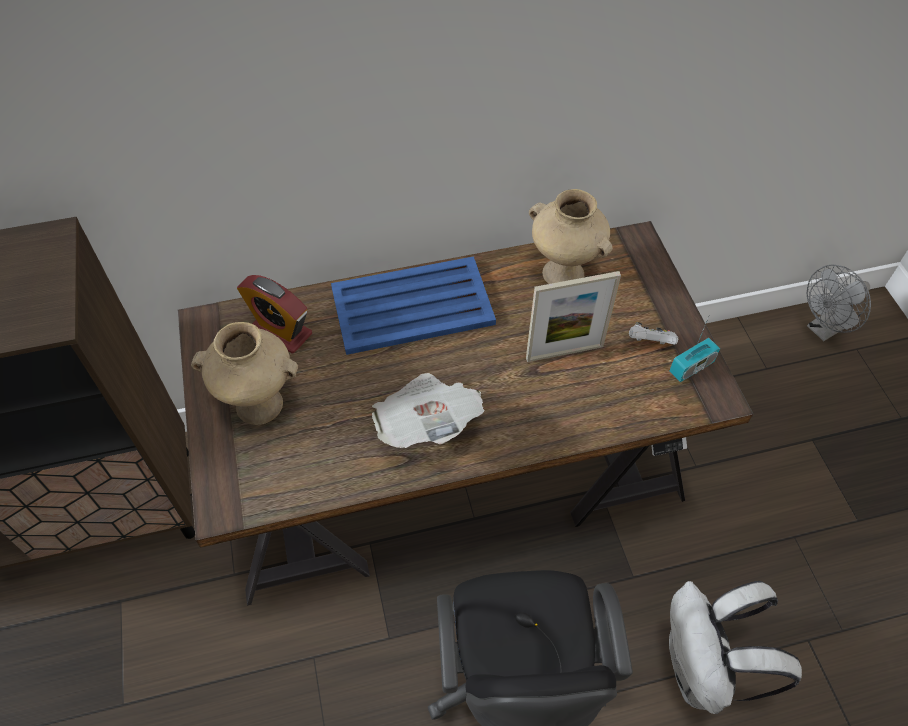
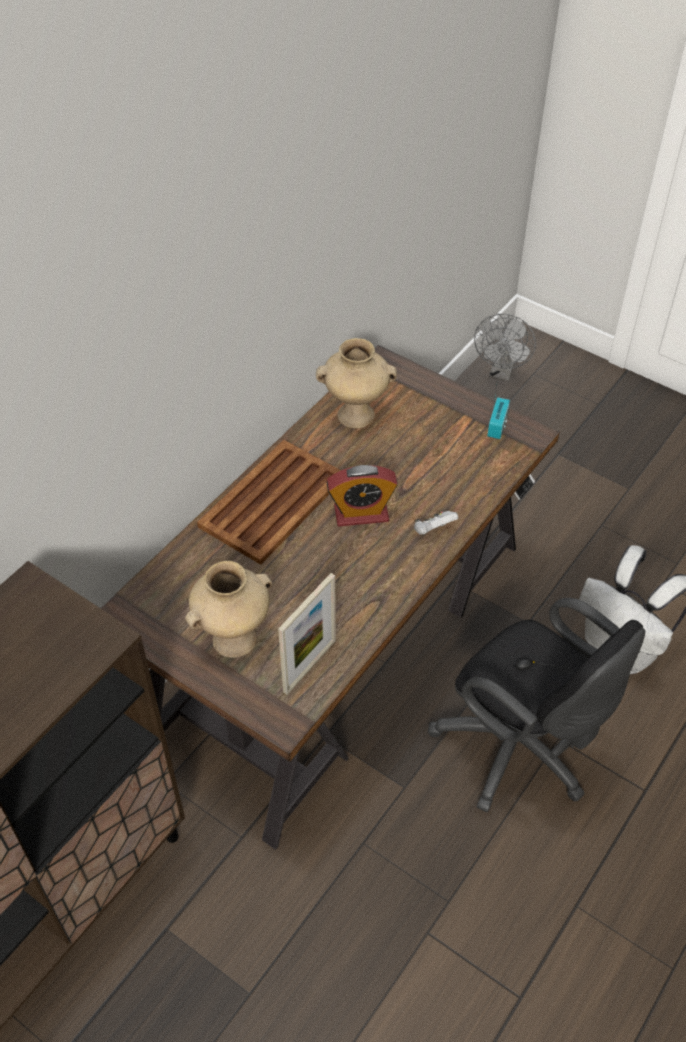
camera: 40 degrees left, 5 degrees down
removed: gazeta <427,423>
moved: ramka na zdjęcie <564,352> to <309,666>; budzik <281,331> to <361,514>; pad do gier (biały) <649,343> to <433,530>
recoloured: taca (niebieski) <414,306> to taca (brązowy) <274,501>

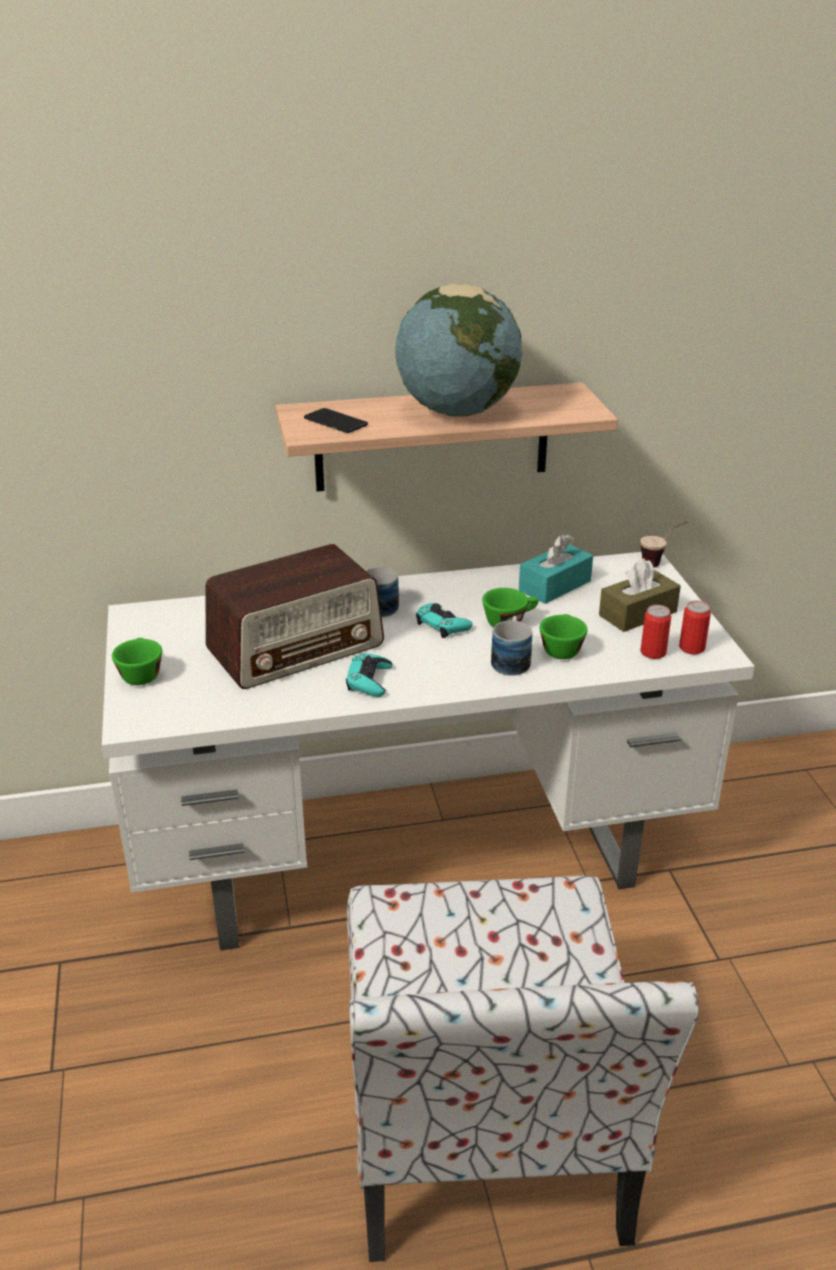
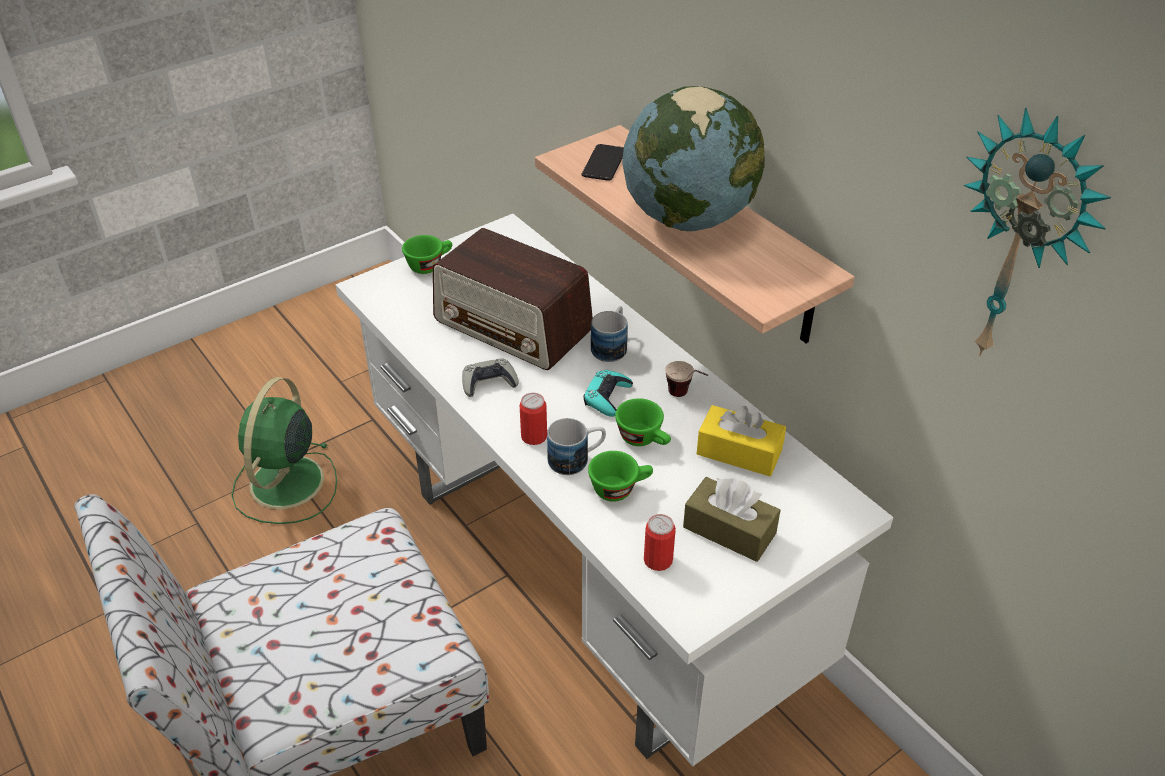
camera: 65 degrees right, 10 degrees up
added: wentylator (zielony) <285,484>; zegar ścienny <1023,241>
moved: puszka <692,648> to <534,436>; filiżanka <660,562> to <686,397>
recoloured: pad do gier (turkusowy) <369,681> to pad do gier (szary) <489,382>; pudełko chusteczek (turkusowy) <554,585> to pudełko chusteczek (żółty) <739,452>

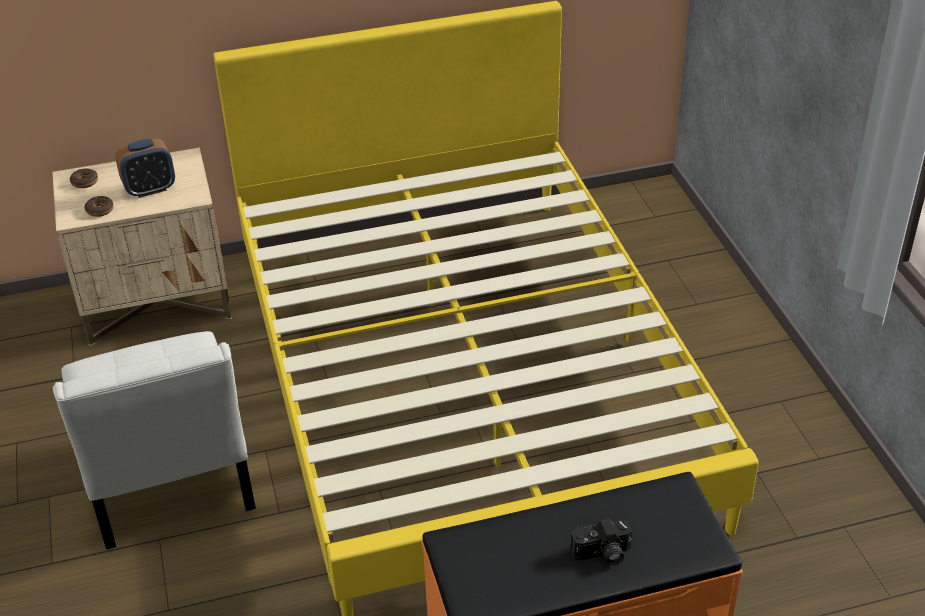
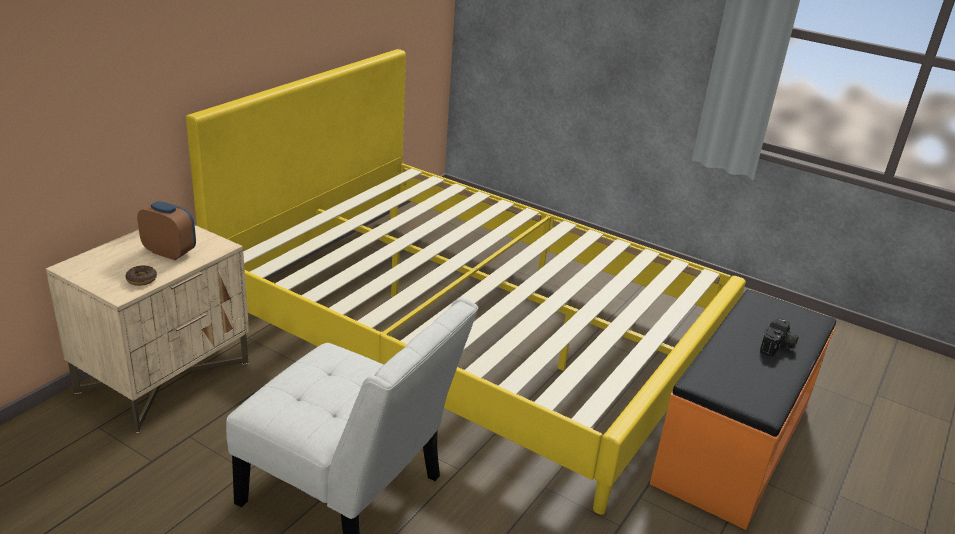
camera: 45 degrees left, 10 degrees down
removed: donut <84,182>
turned: budzik <150,189> = <170,252> 90 degrees counterclockwise

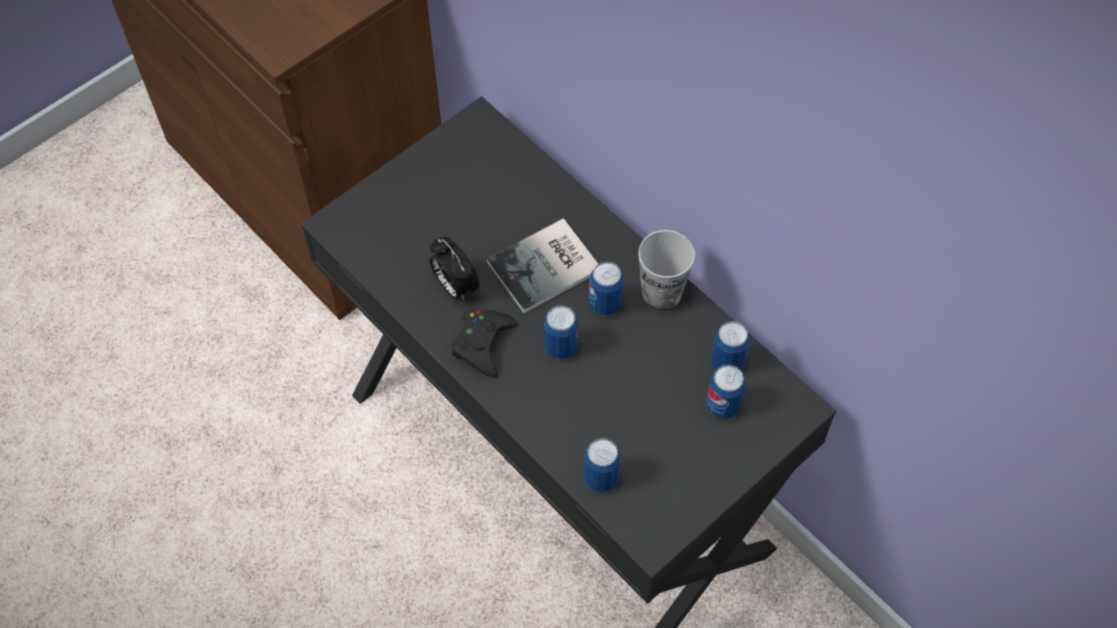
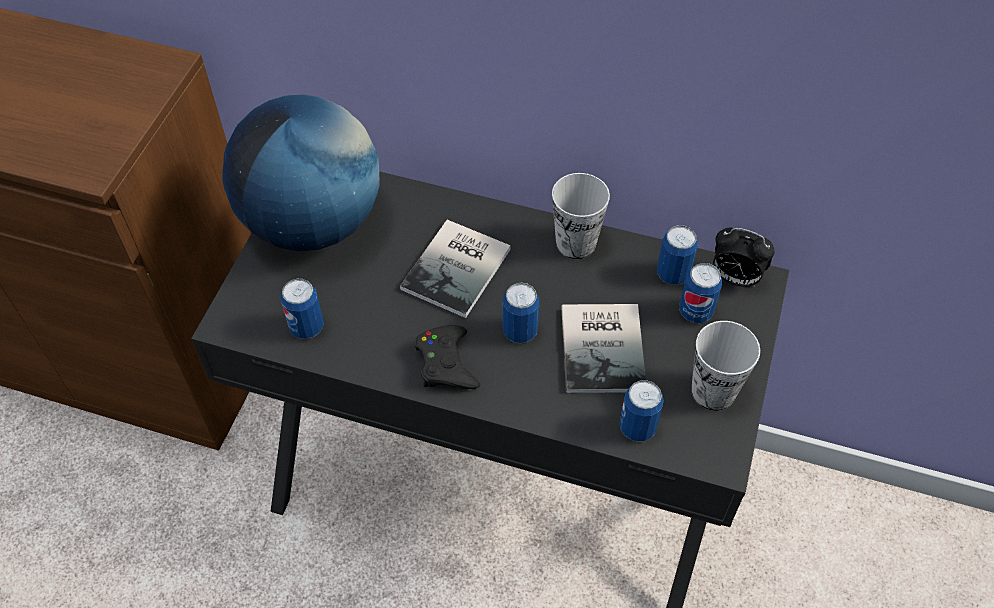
camera: 30 degrees left, 5 degrees down
added: globus <313,223>; książka <605,346>; filiżanka <713,391>
moved: puszka <605,304> to <307,327>; budzik <455,286> to <734,278>

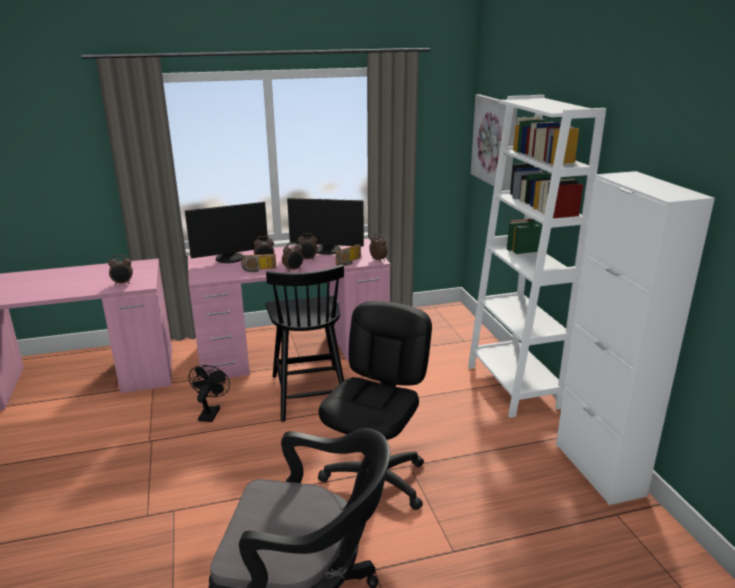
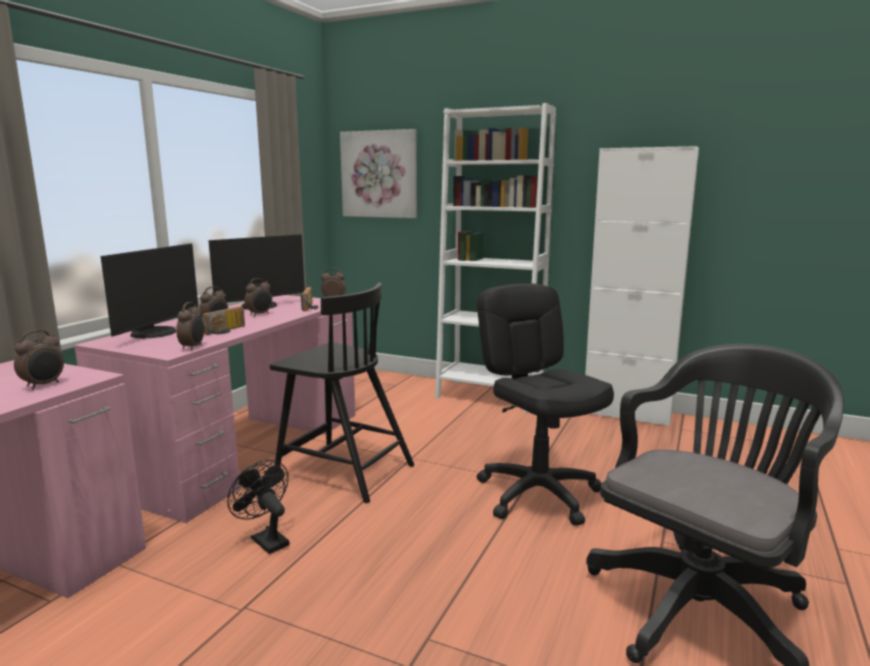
camera: 50 degrees left, 10 degrees down
moved: budzik <293,270> to <193,347>

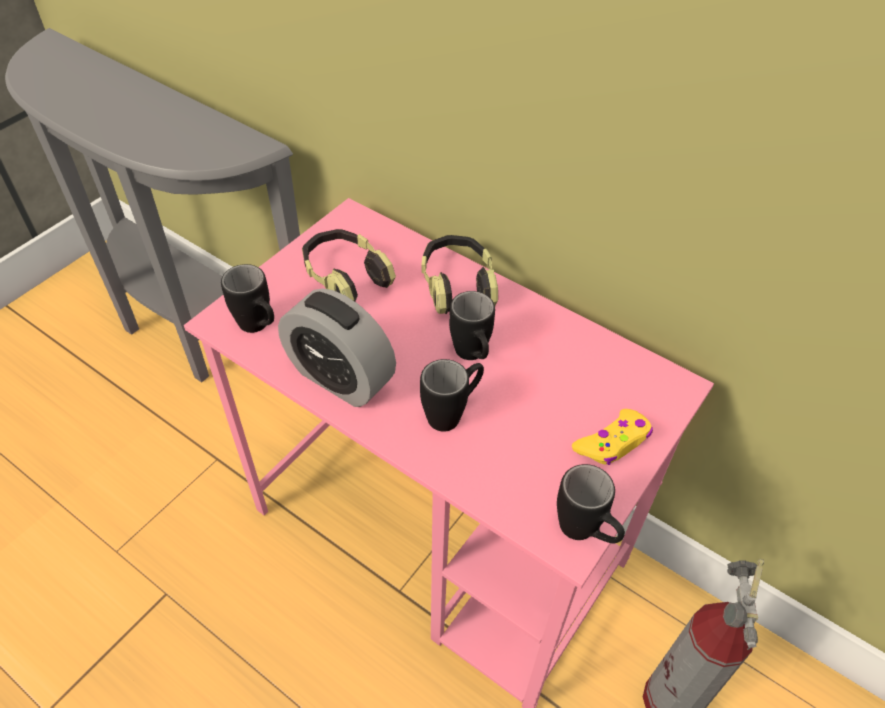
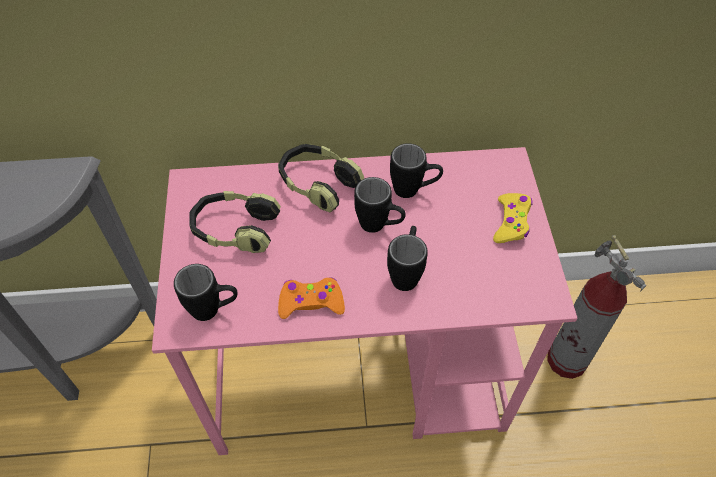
camera: 40 degrees left, 5 degrees up
moved: kubek (czarny) <585,533> to <414,190>
replaced: budzik <340,377> to pad do gier (pomarańczowy) <311,302>

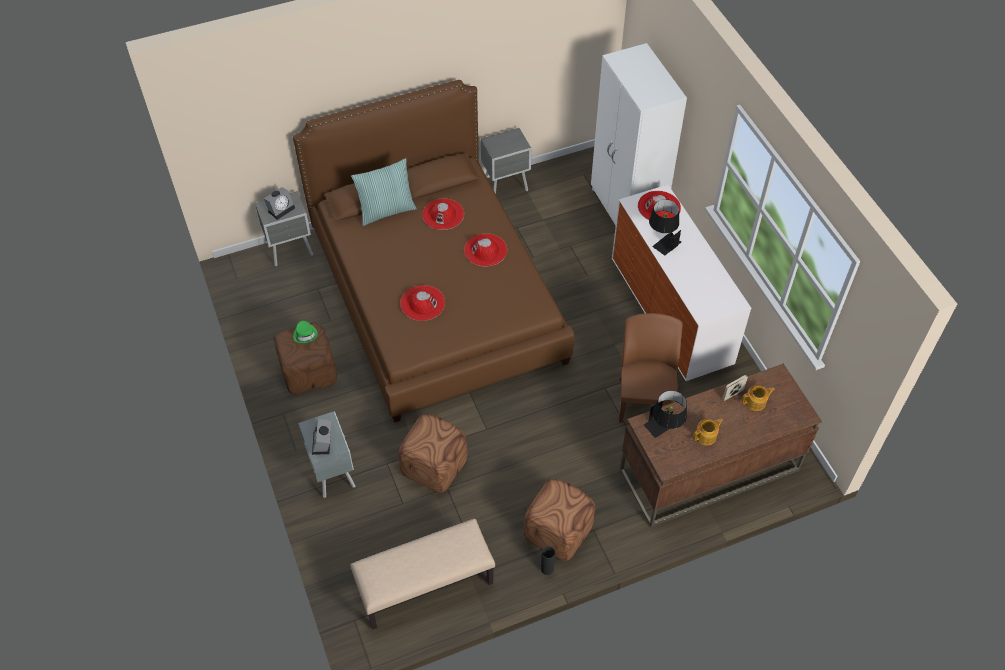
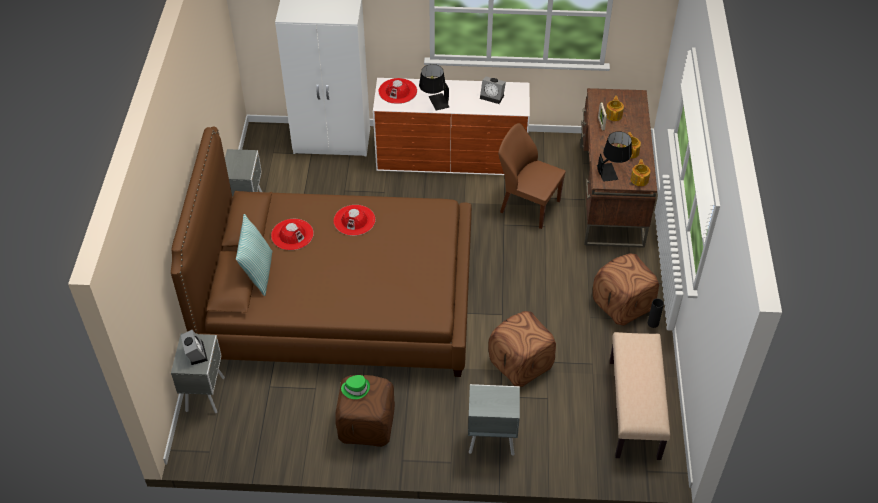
camera: 65 degrees left, 5 degrees down
removed: kapelusz (czerwony) <422,303>
added: imbryk <639,179>
moved: budzik <323,443> to <493,96>

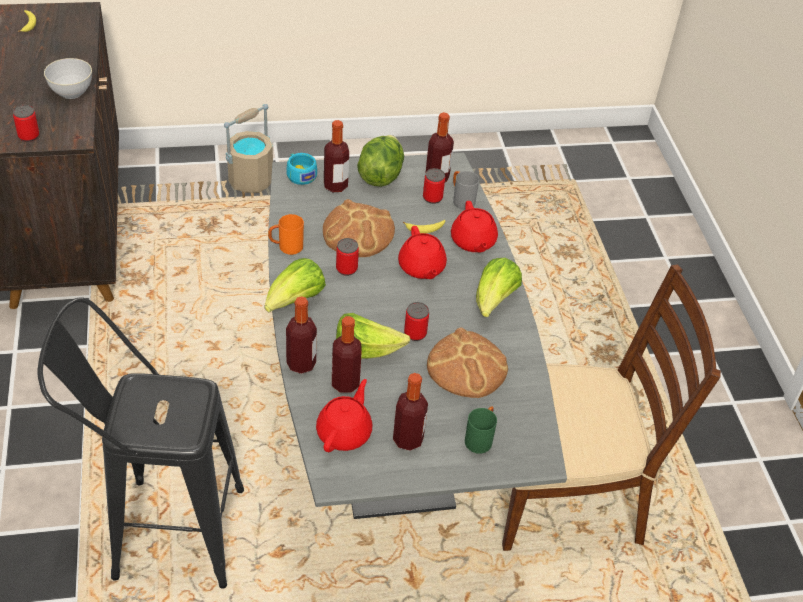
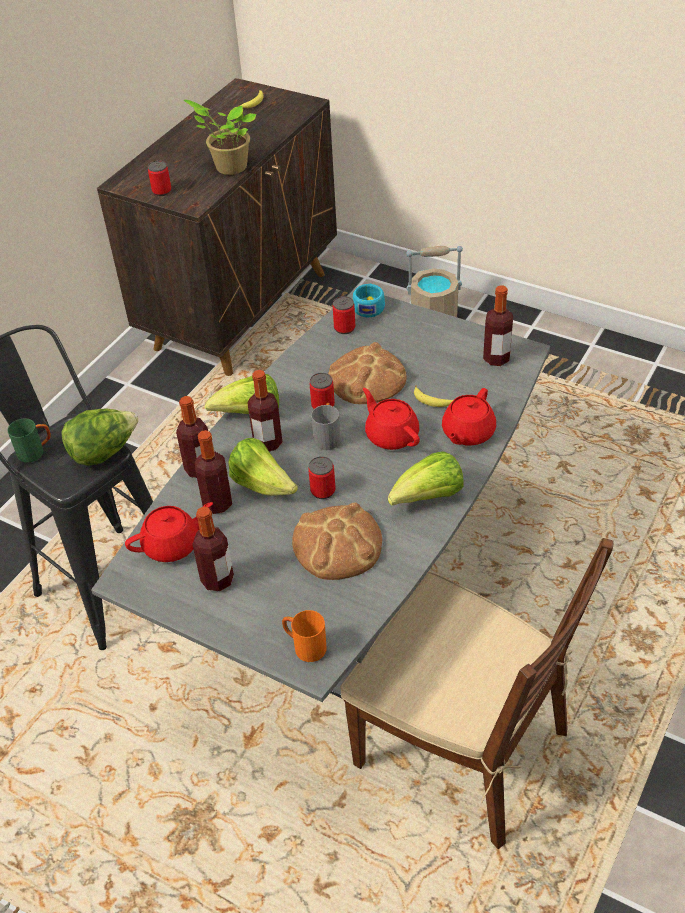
camera: 45 degrees right, 0 degrees up
moved: kubek (zielony) <480,438> to <36,451>; sałata <380,175> to <104,452>; butelka <335,185> to <267,443>; kubek (pomarańczowy) <286,247> to <304,647>; kubek (szary) <461,199> to <327,437>; puszka <432,197> to <344,328>
replaced: miska (szary) <71,92> to roślina doniczkowa <228,167>
turned: imbryk (czerwony) <421,268> = <391,435> 120 degrees clockwise

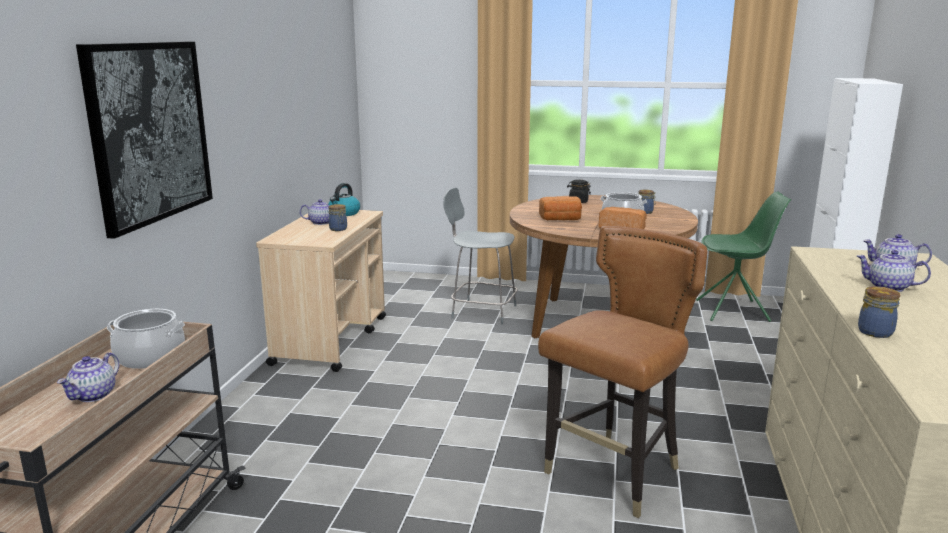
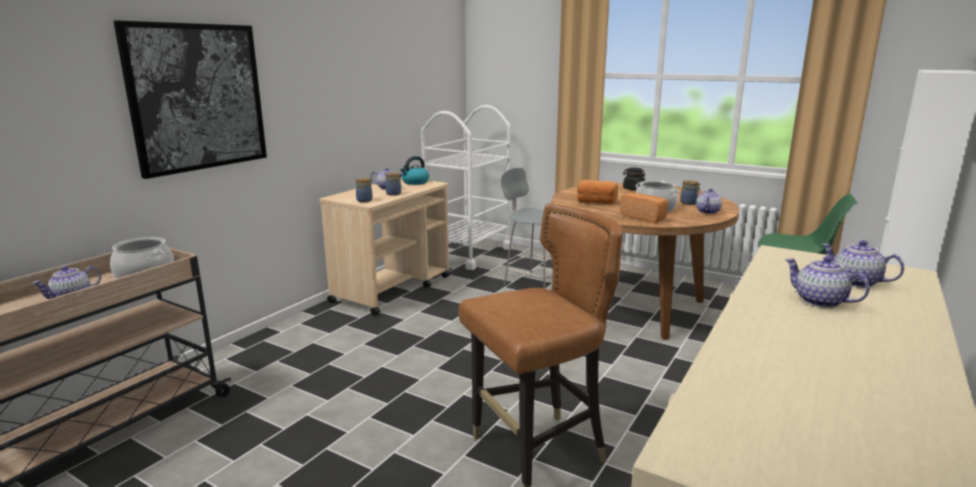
camera: 20 degrees right, 0 degrees up
added: wózek (biały) <468,253>; imbryk <707,212>
moved: słoik <874,331> to <365,200>

